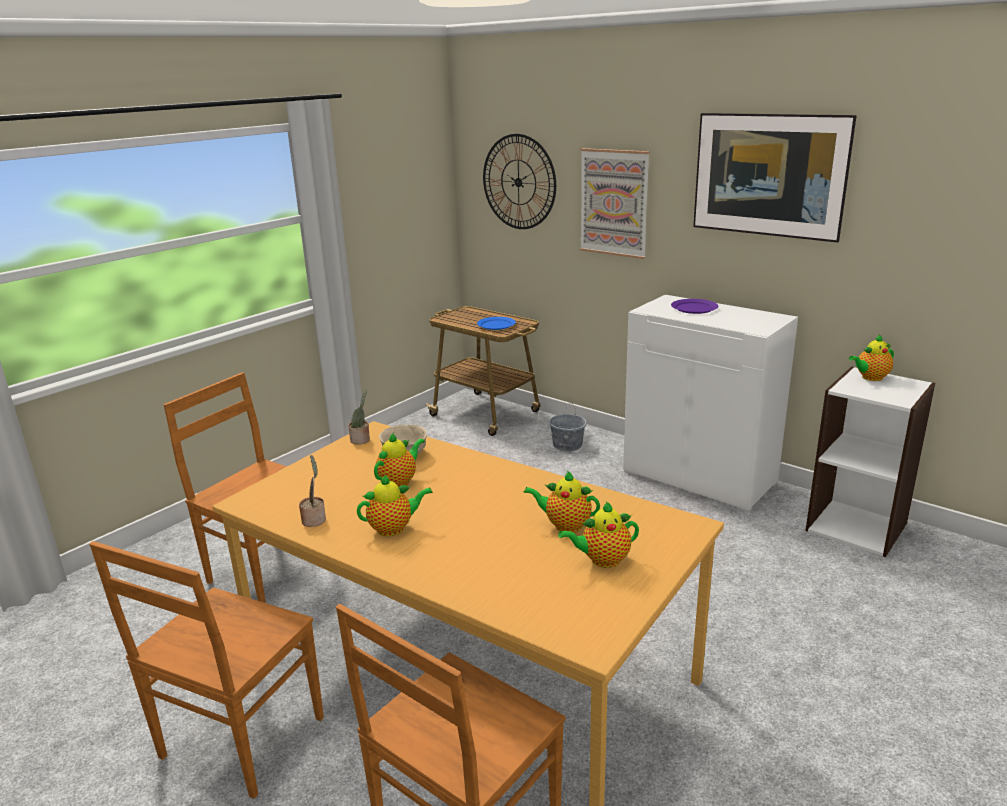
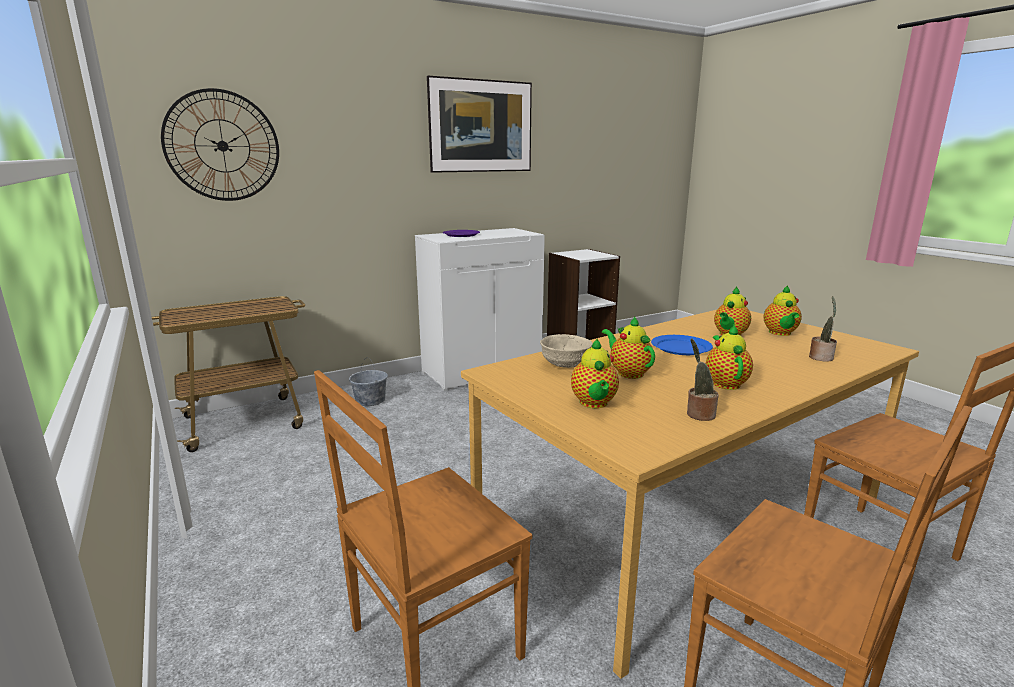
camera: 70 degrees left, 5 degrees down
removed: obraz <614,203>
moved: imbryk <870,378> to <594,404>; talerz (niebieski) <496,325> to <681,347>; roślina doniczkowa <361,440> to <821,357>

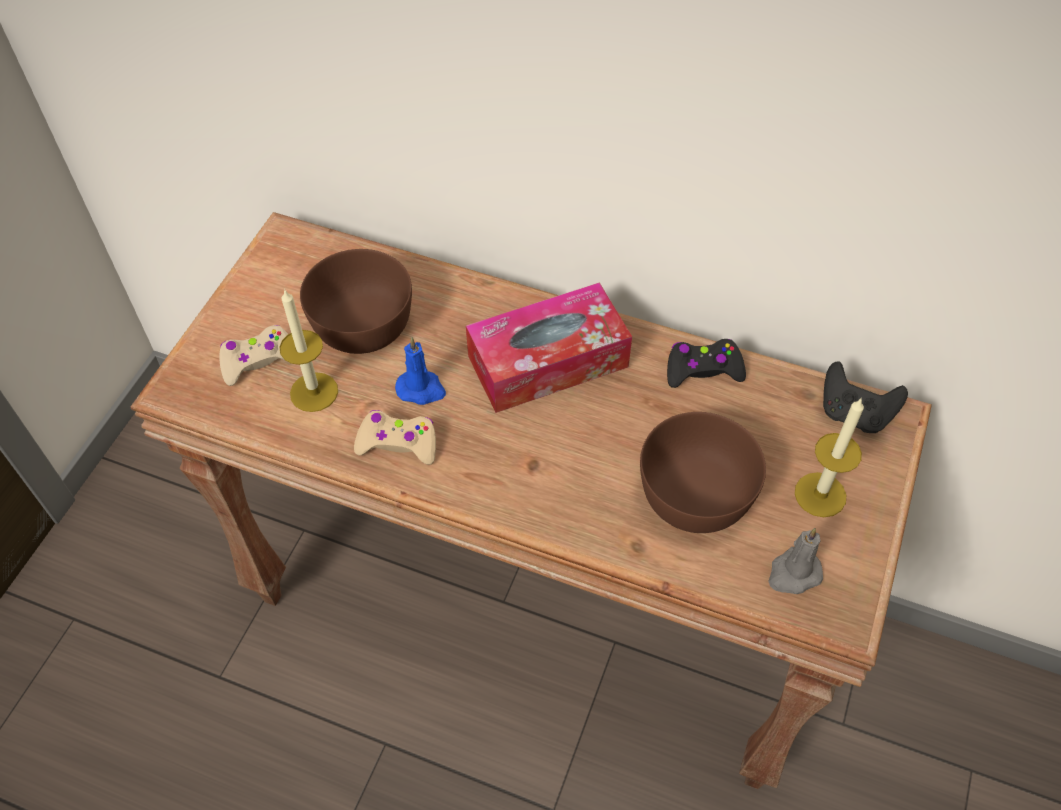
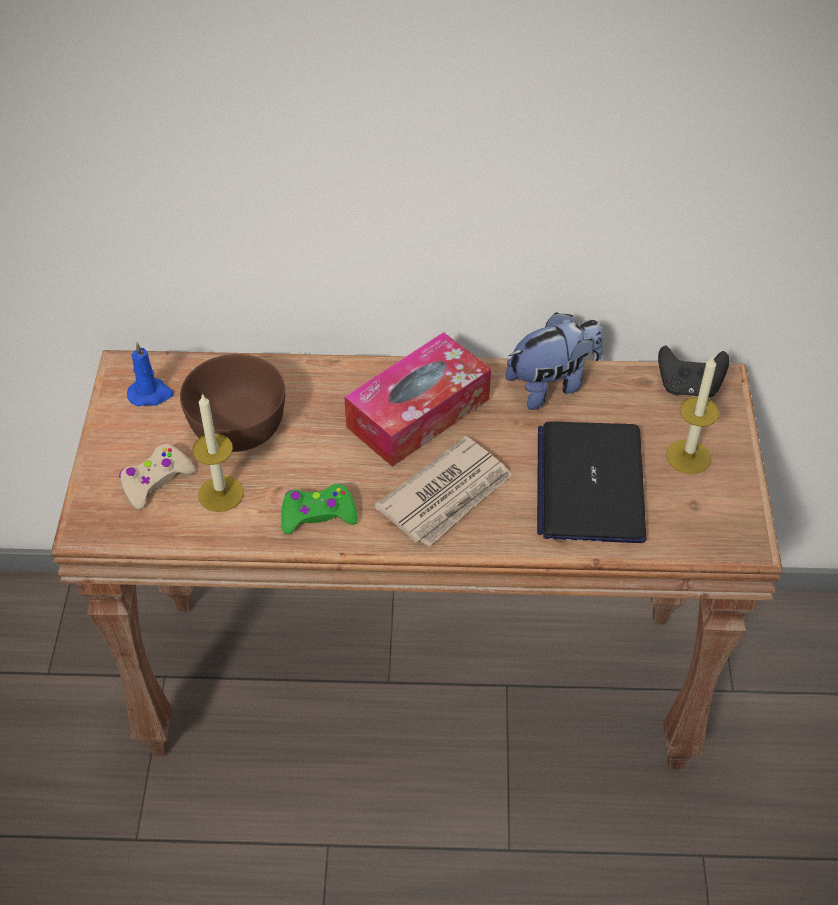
camera: 20 degrees left, 5 degrees down
removed: świeca (szary) <793,574>
added: gazeta <447,495>
moved: świeca (niebieski) <421,389> to <151,394>
replaced: pad do gier (czarny) <703,369> to pluszak <552,385>; miska (brązowy) <697,493> to laptop <590,483>
recoloured: pad do gier (beżowy) <398,443> to pad do gier (zielony) <318,515>

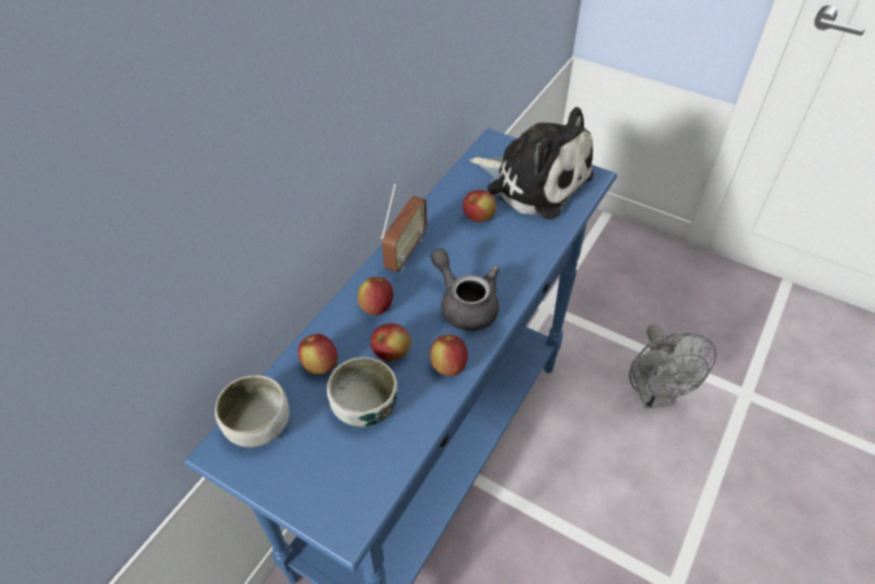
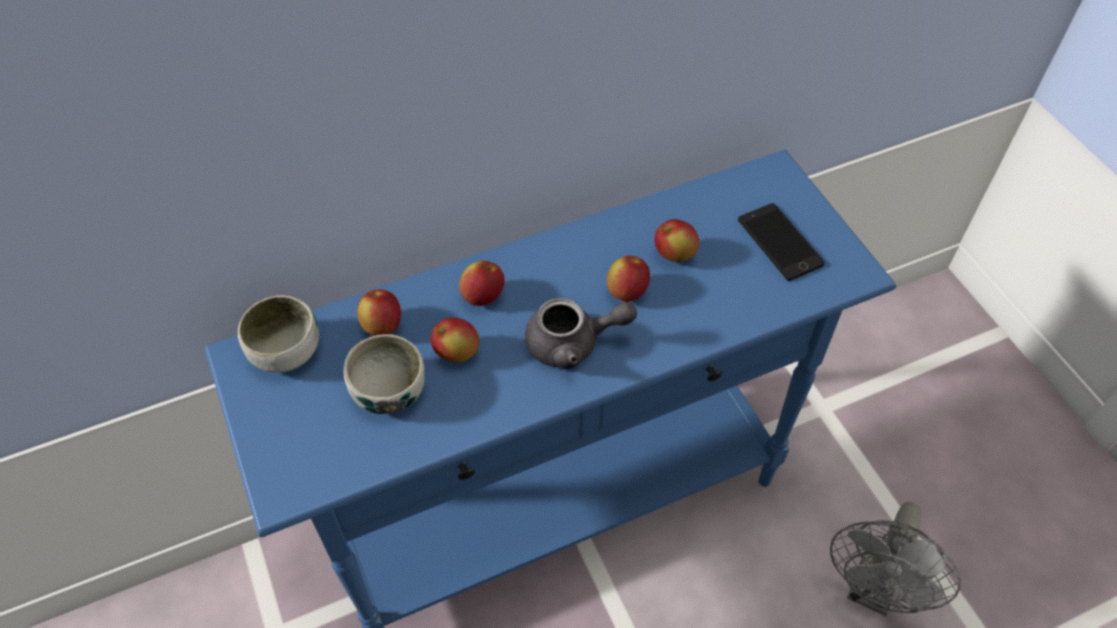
camera: 35 degrees right, 5 degrees up
removed: radio <405,252>
moved: jabłko <448,366> to <627,291>
replaced: pluszak <534,181> to telefon <780,242>
turned: imbryk (szary) <465,304> = <573,343> 90 degrees clockwise

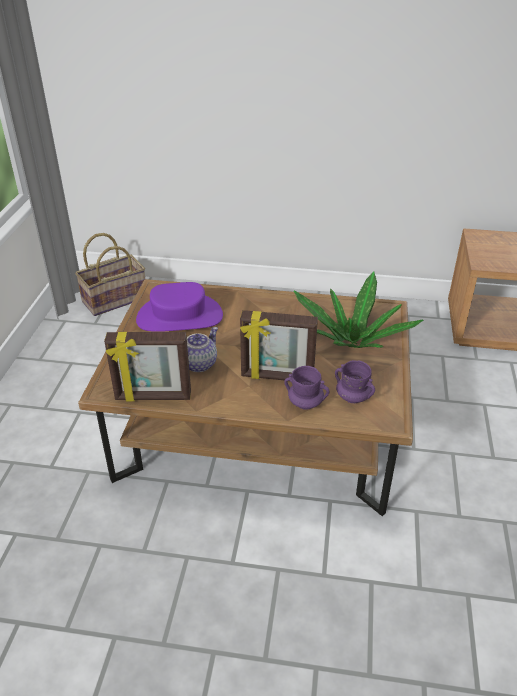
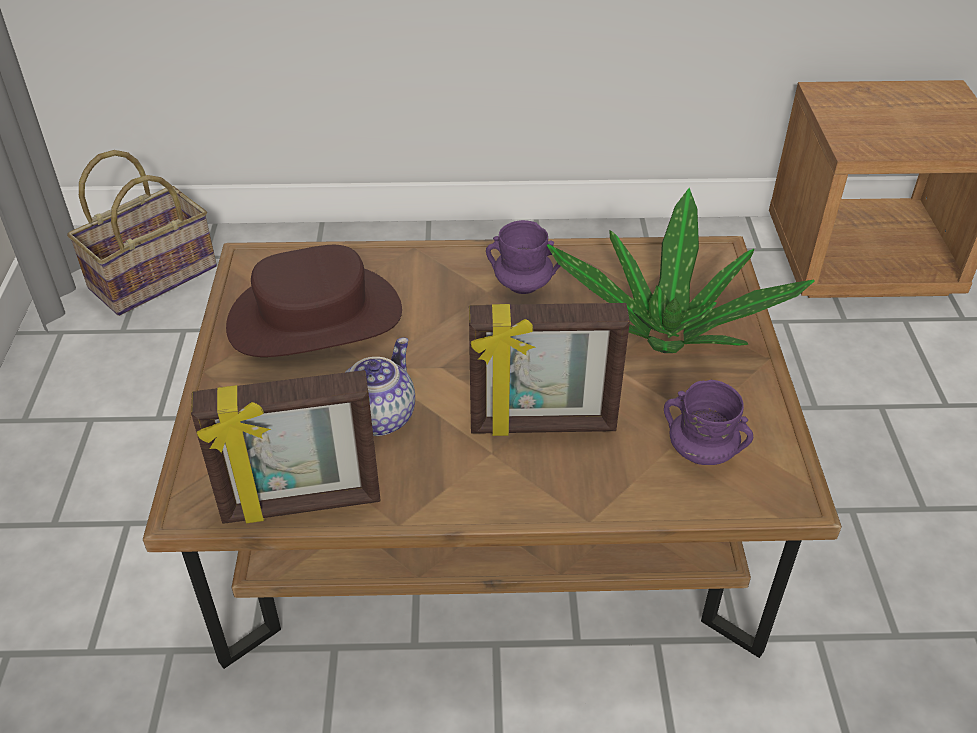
camera: 10 degrees left, 5 degrees up
moved: kubek (fioletowy) <305,403> to <523,284>
recoloured: kapelusz (fioletowy) <179,317> to kapelusz (brązowy) <315,318>

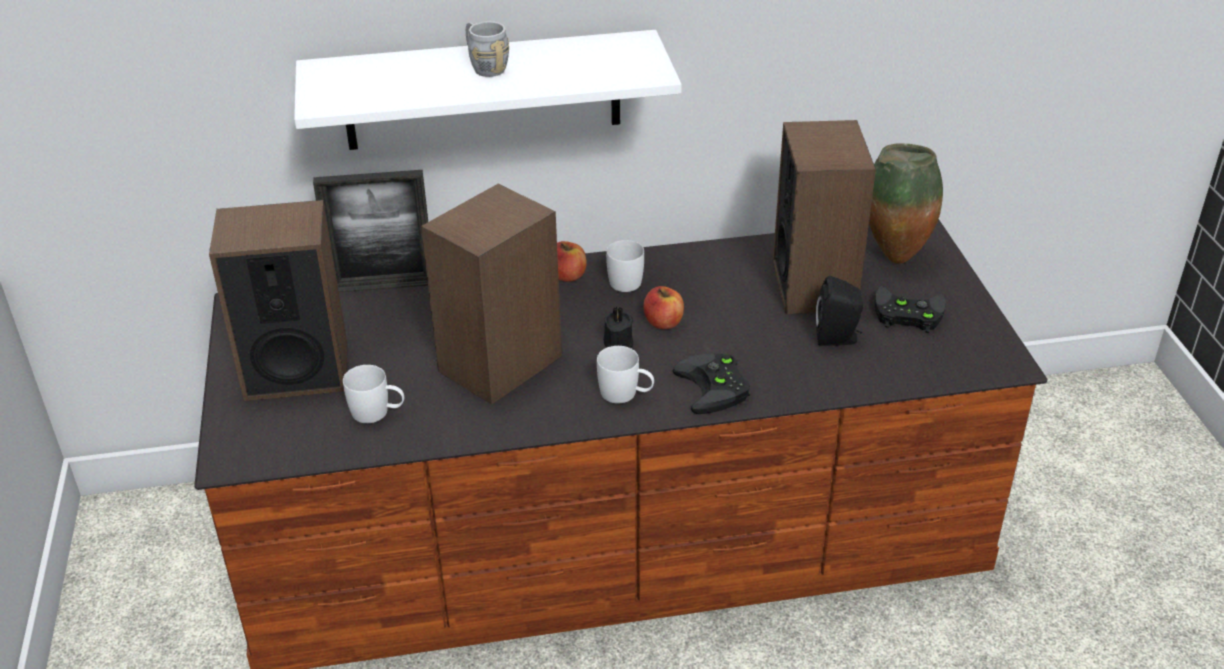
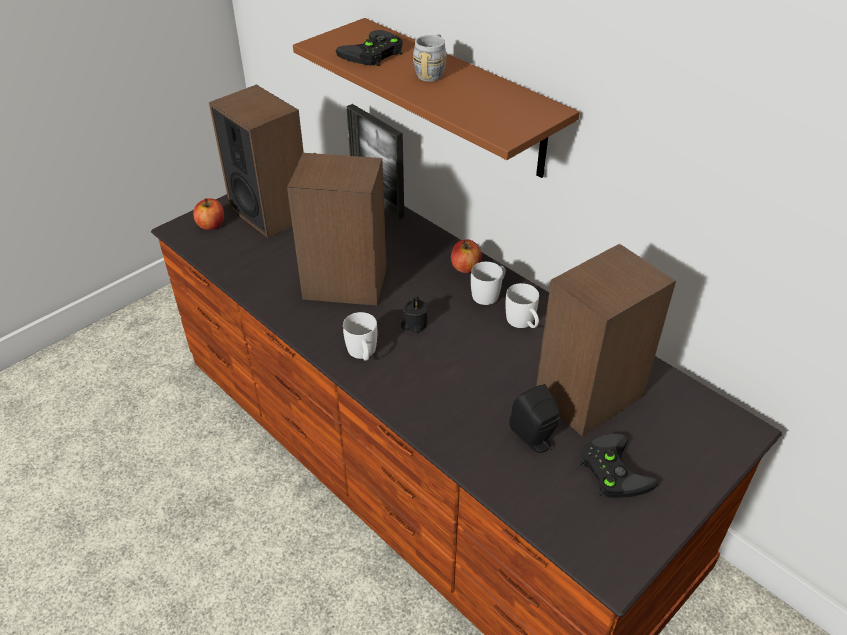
camera: 55 degrees right, 5 degrees up
removed: wazon <893,257>
moved: jabłko <663,322> to <211,225>; pad do gier (czarny) <716,388> to <372,54>; kubek (biały) <377,413> to <523,323>
recoloured: półka (biały) <482,90> to półka (brązowy) <460,98>

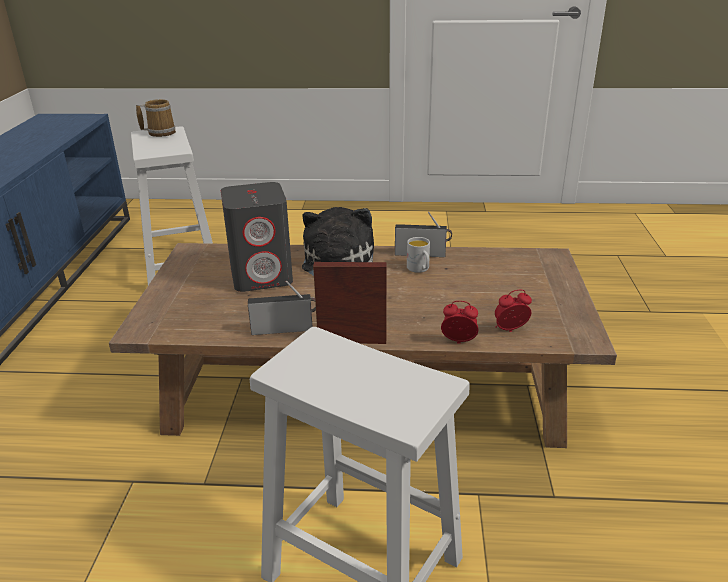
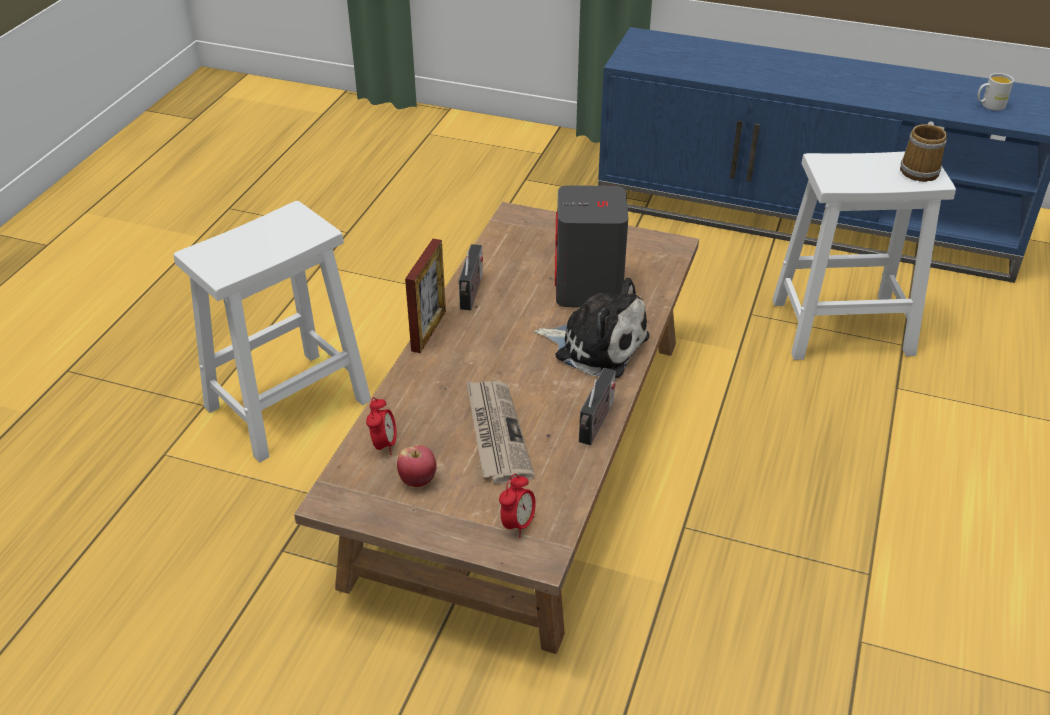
camera: 105 degrees right, 10 degrees up
added: jabłko <418,480>; gazeta <496,433>
moved: budzik <458,342> to <518,524>; kubek (biały) <420,269> to <989,105>

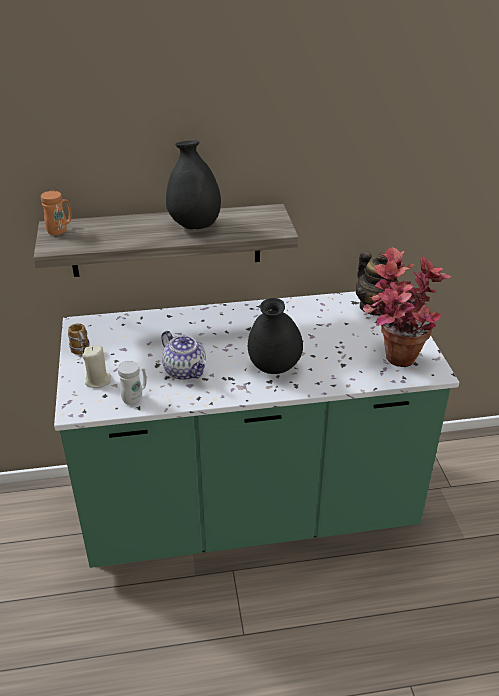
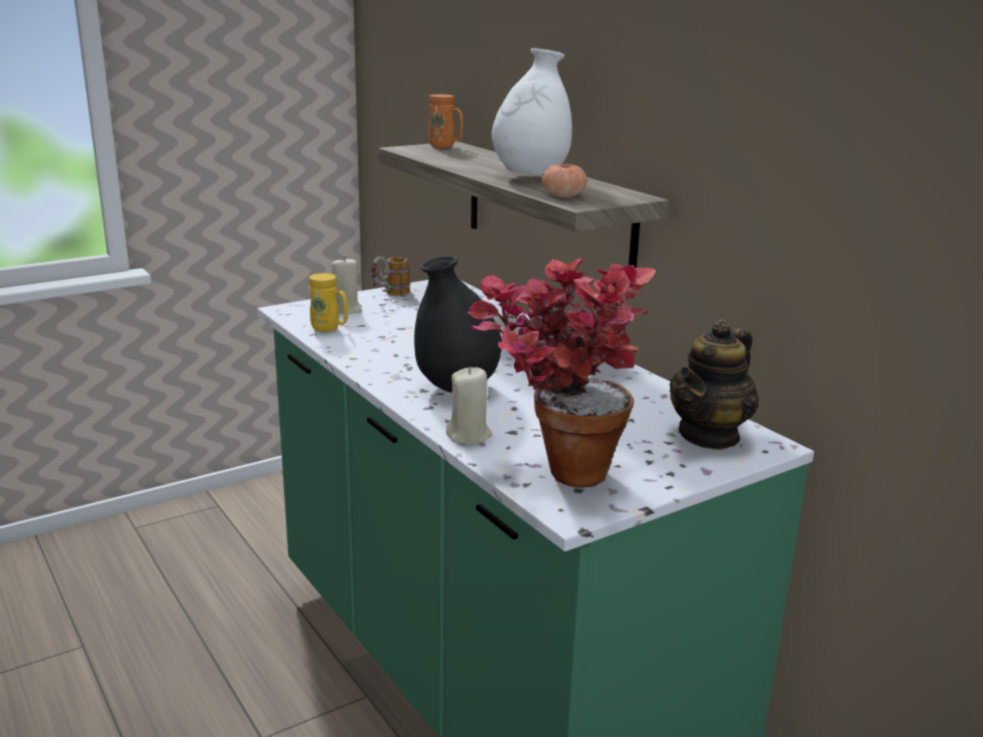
camera: 65 degrees right, 15 degrees down
removed: imbryk <185,371>
added: świeca (beżowy) <469,436>; pomidor <563,196>
recoloured: kubek (biały) <135,397> to kubek (żółty) <329,329>; wazon (czarny) <195,226> to wazon (biały) <531,177>

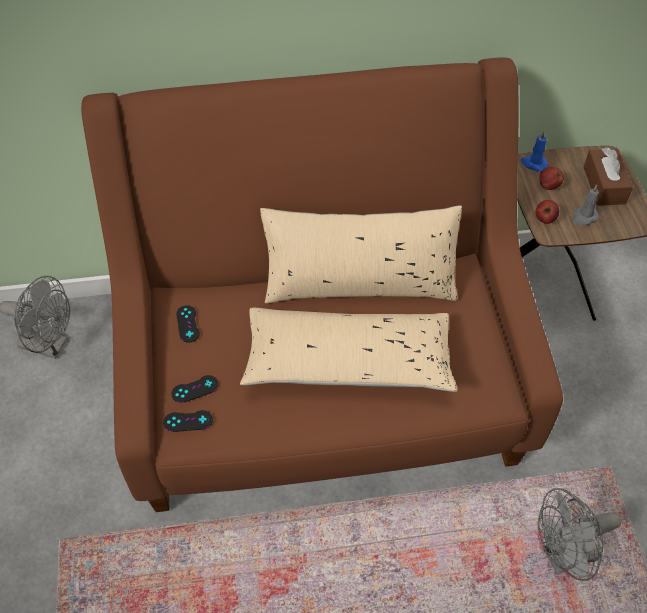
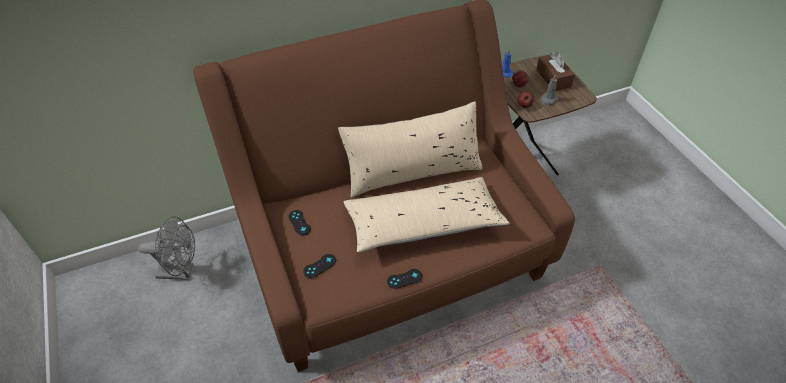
camera: 15 degrees left, 5 degrees down
removed: wentylator (szary) <563,557>
moved: pad do gier (czarny) <188,421> to <404,279>

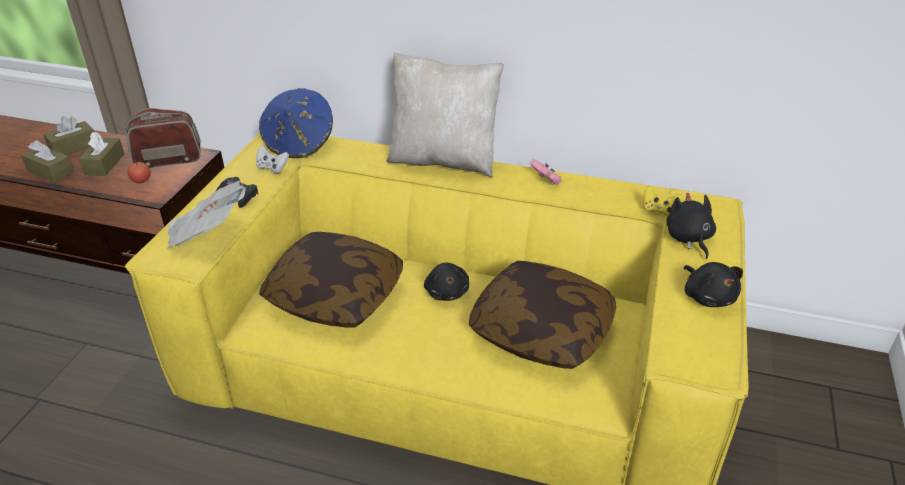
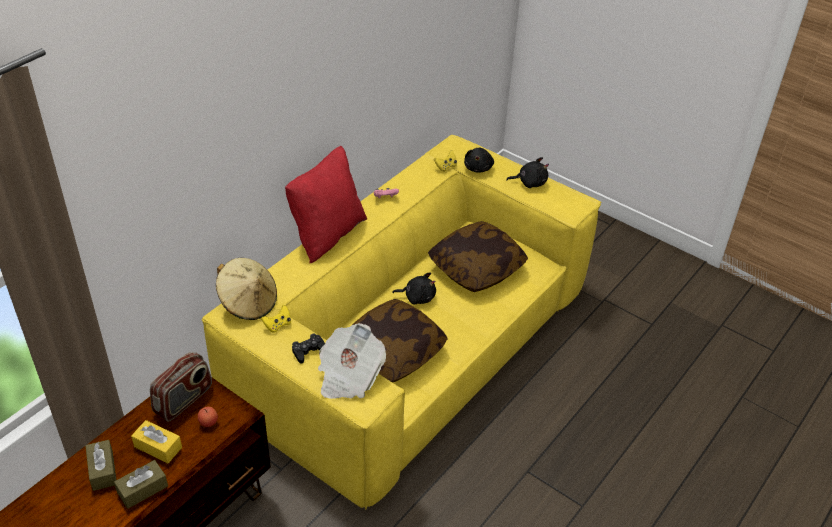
camera: 70 degrees left, 5 degrees up
recoloured: pudełko chusteczek (brązowy) <104,164> to pudełko chusteczek (żółty) <158,447>; kapelusz (niebieski) <299,143> to kapelusz (beżowy) <248,303>; pad do gier (biały) <272,168> to pad do gier (żółty) <278,325>; poduszka (beżowy) <443,160> to poduszka (czerwony) <327,234>
turned: radio <168,160> = <184,400> 150 degrees counterclockwise; pluszak (czarny) <688,238> = <478,168> 90 degrees counterclockwise

